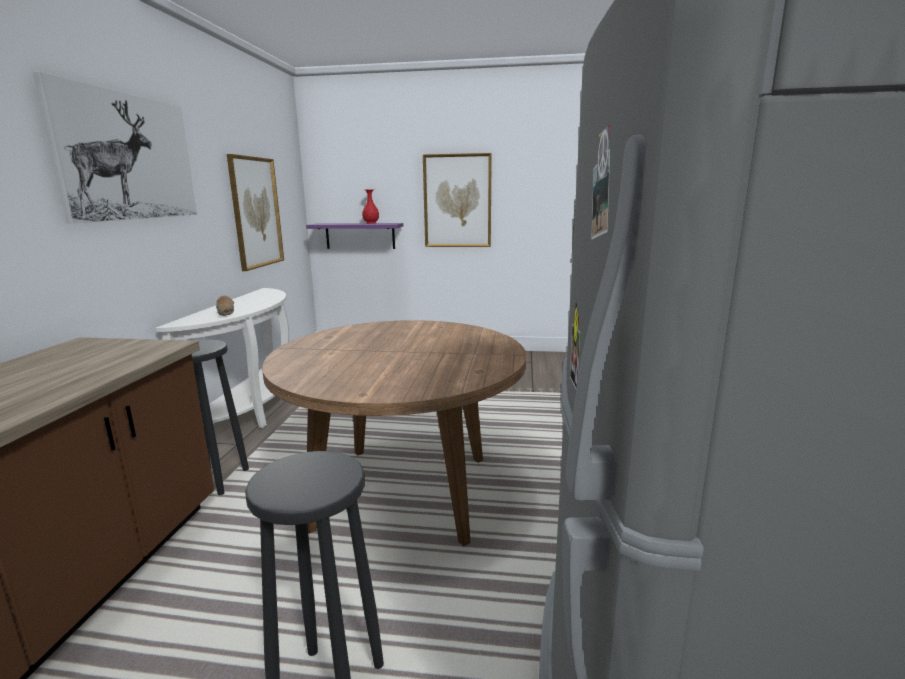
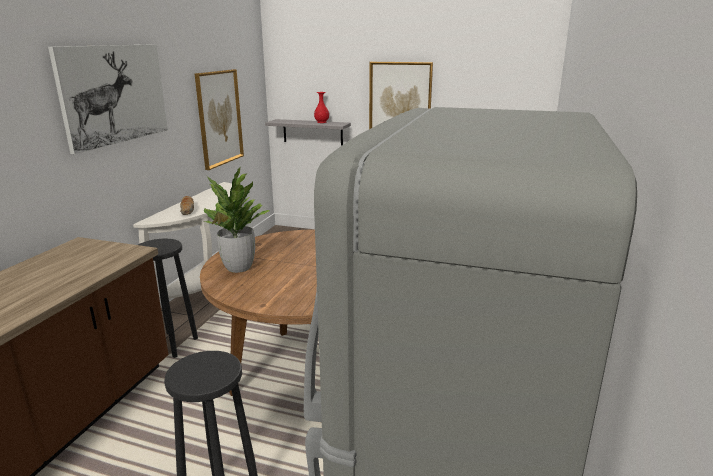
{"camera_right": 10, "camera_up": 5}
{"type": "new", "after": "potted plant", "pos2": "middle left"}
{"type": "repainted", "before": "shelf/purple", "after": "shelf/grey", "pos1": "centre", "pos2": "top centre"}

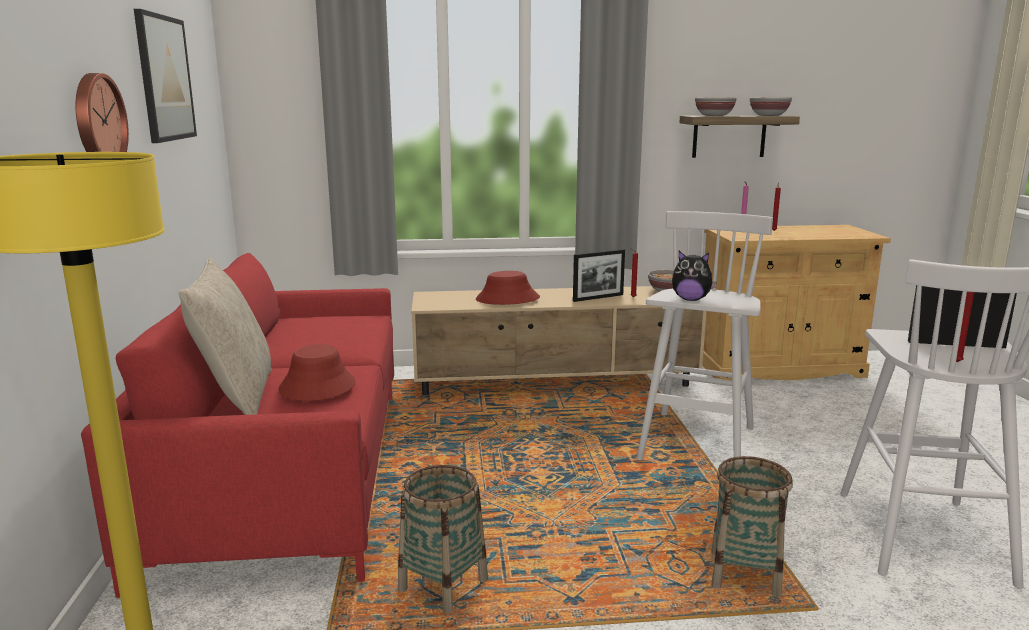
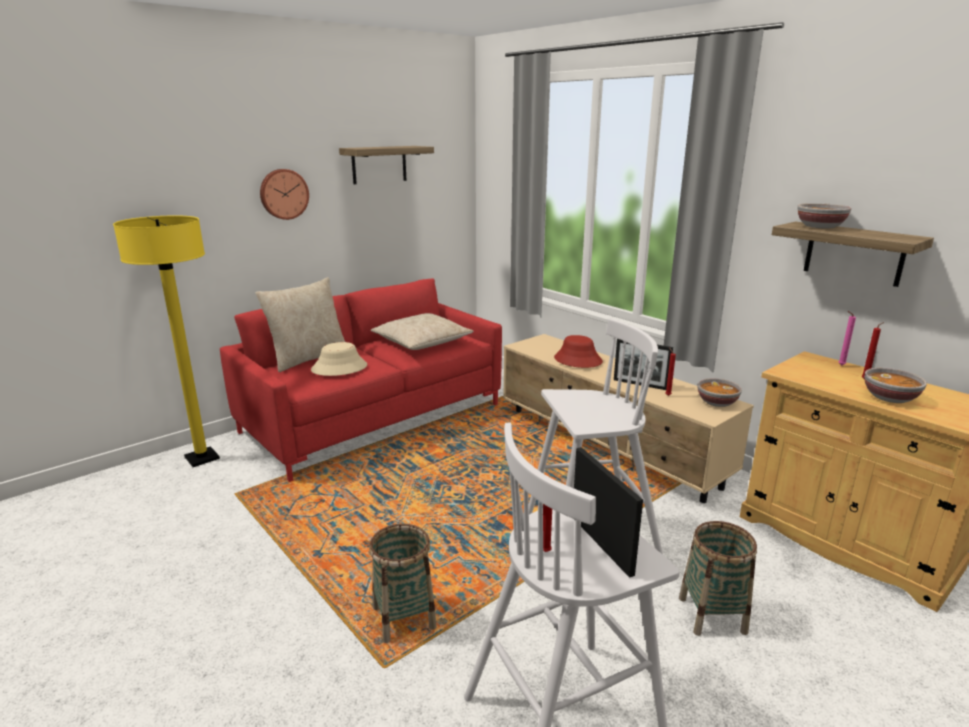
{"camera_right": 55, "camera_up": 5}
{"type": "repainted", "before": "hat/red (no. 1 from left)", "after": "hat/beige", "pos1": "middle left", "pos2": "centre"}
{"type": "swapped", "before": "picture", "after": "shelf (no. 1 from left)", "pos1": "top left", "pos2": "top centre"}
{"type": "new", "after": "pillow/beige (no. 2 from left)", "pos2": "centre"}
{"type": "shifted", "before": "basket (no. 1 from left in the first image)", "after": "basket (no. 2 from left)", "pos1": "bottom centre", "pos2": "bottom right"}
{"type": "shifted", "before": "bowl (no. 3 from left)", "pos1": "top right", "pos2": "middle right"}
{"type": "gone", "before": "plush toy", "pos1": "middle right"}

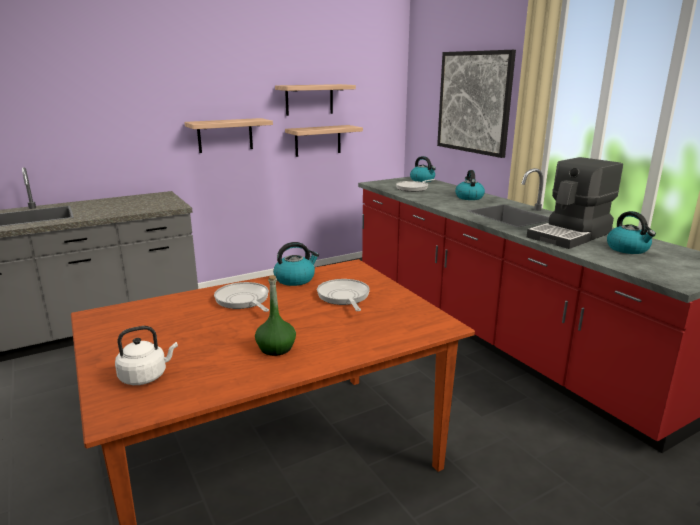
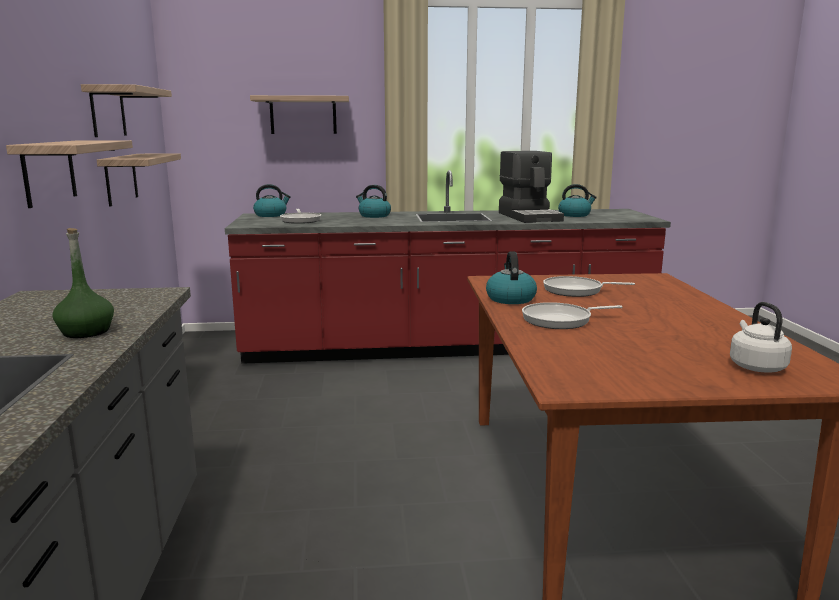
{"camera_right": -65, "camera_up": -5}
{"type": "shifted", "before": "bottle/green", "pos1": "centre", "pos2": "middle left"}
{"type": "swapped", "before": "picture", "after": "shelf (no. 4 from left)", "pos1": "top right", "pos2": "top centre"}

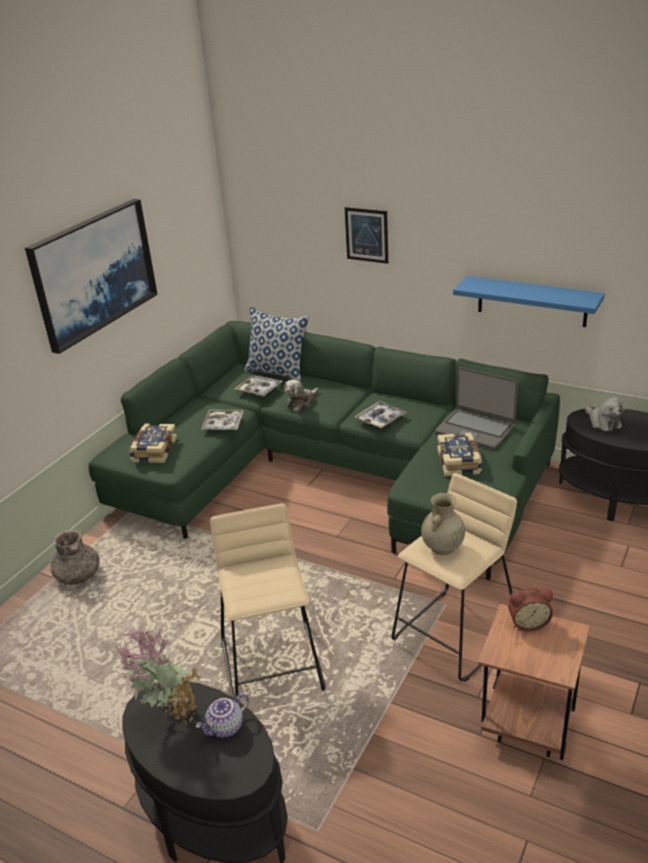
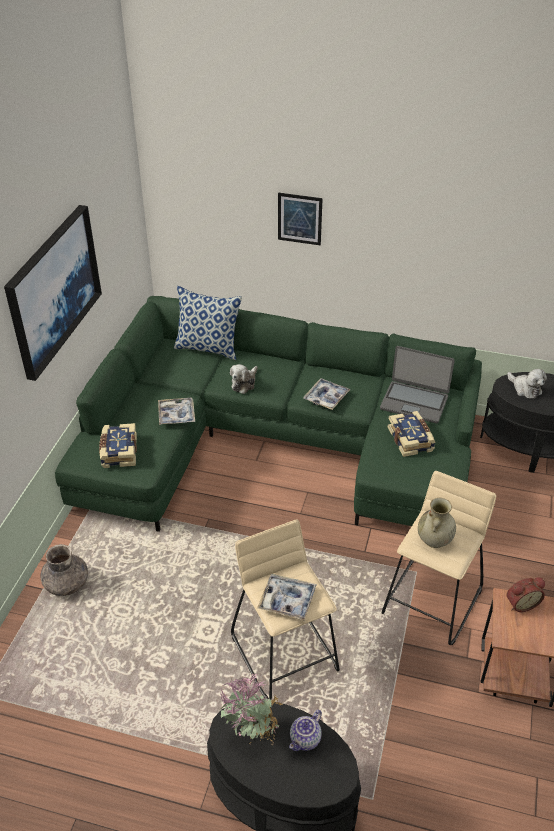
{"camera_right": -15, "camera_up": 10}
{"type": "shifted", "before": "tray (no. 2 from left)", "pos1": "centre", "pos2": "bottom centre"}
{"type": "gone", "before": "shelf/blue", "pos1": "middle right"}

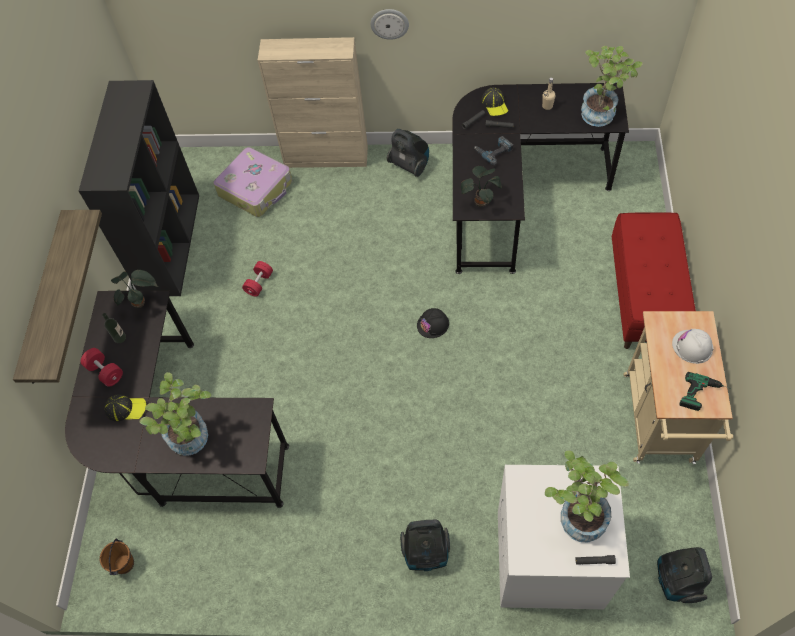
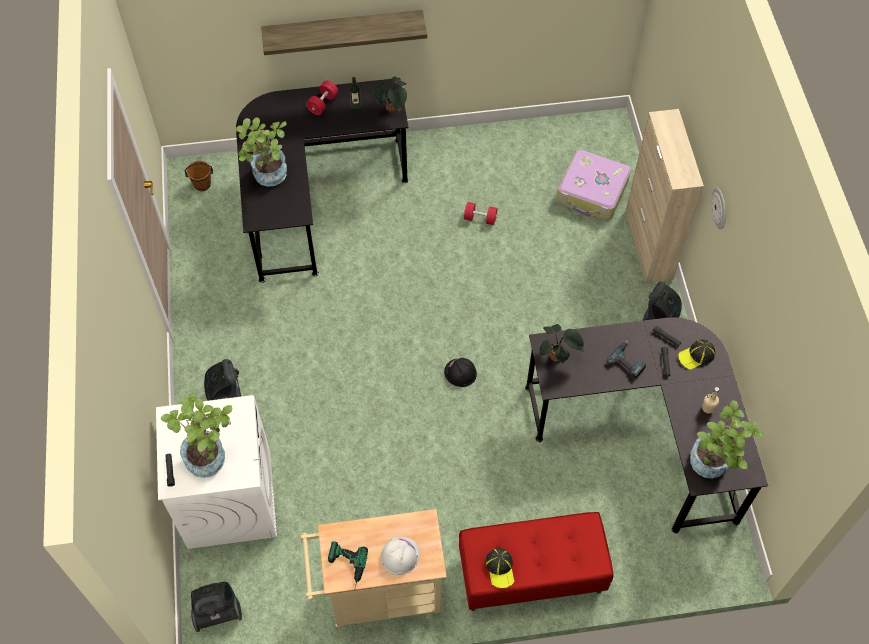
{"camera_right": 75, "camera_up": 0}
{"type": "shifted", "before": "cap (no. 1 from left)", "pos1": "middle left", "pos2": "bottom centre"}
{"type": "gone", "before": "bookcase/black", "pos1": "top left"}

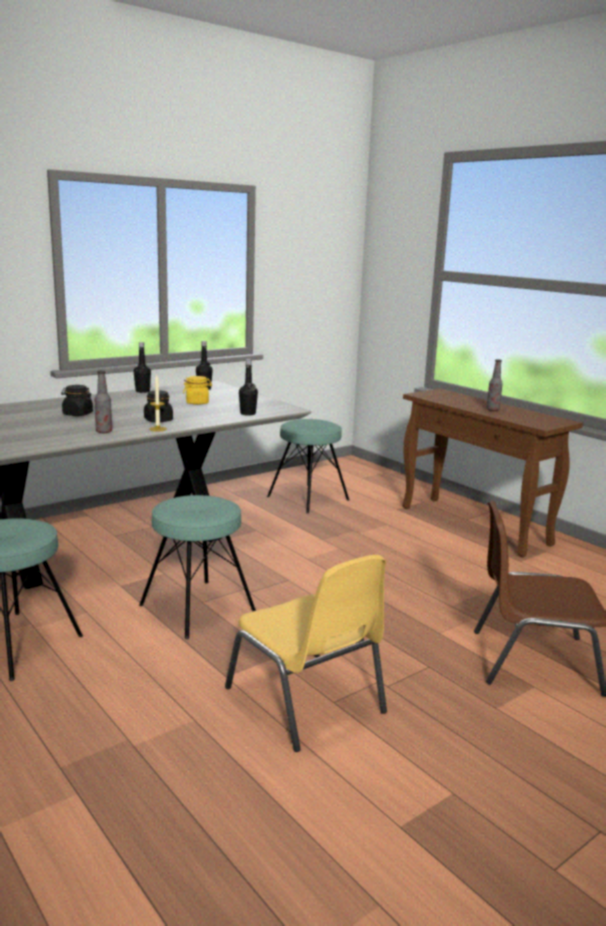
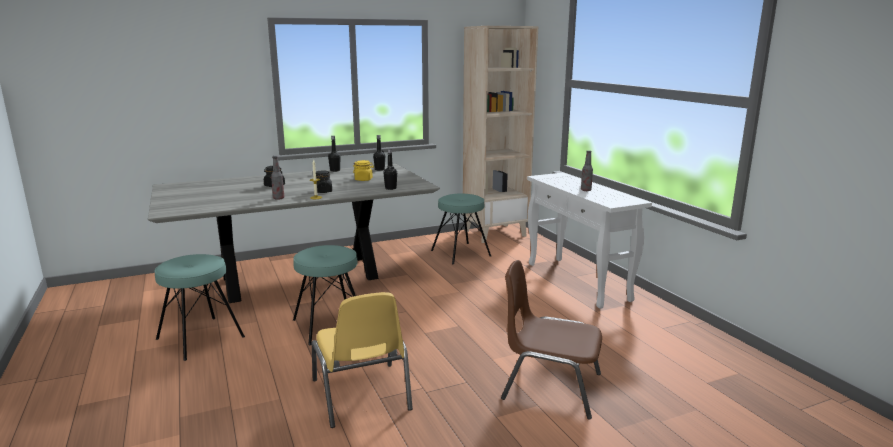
{"camera_right": 15, "camera_up": 0}
{"type": "new", "after": "bookcase/beige", "pos2": "top centre"}
{"type": "repainted", "before": "console table/brown", "after": "console table/white", "pos1": "middle right", "pos2": "centre"}

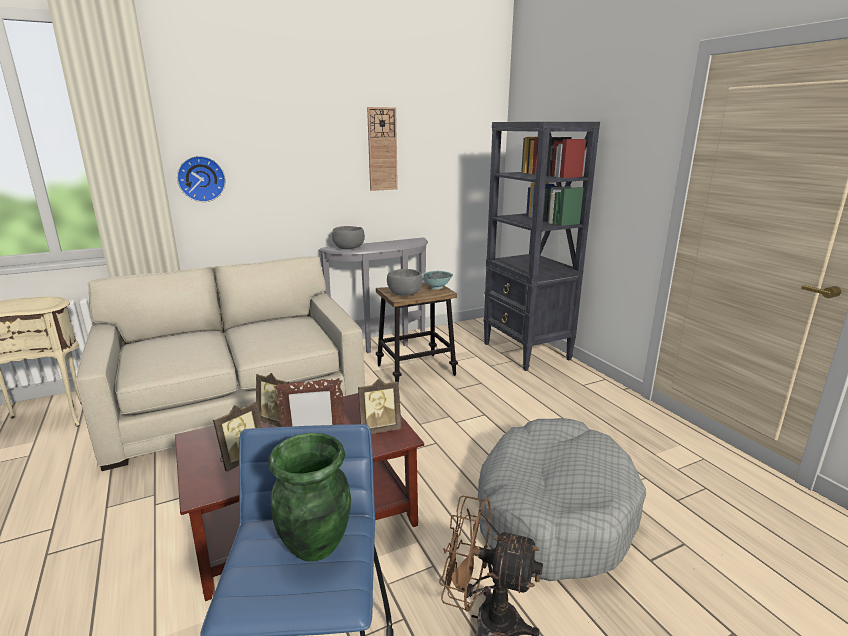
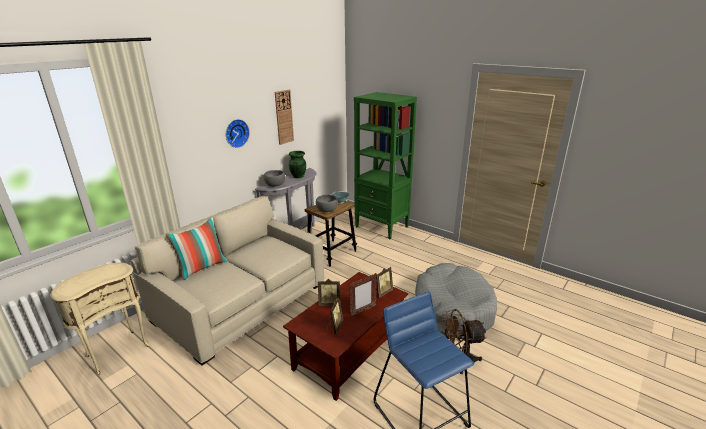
{"camera_right": -25, "camera_up": 5}
{"type": "new", "after": "pillow", "pos2": "middle left"}
{"type": "shifted", "before": "wall clock (no. 1 from left)", "pos1": "top left", "pos2": "top centre"}
{"type": "shifted", "before": "vase/green", "pos1": "bottom centre", "pos2": "centre"}
{"type": "repainted", "before": "bookcase/black", "after": "bookcase/green", "pos1": "centre", "pos2": "centre"}

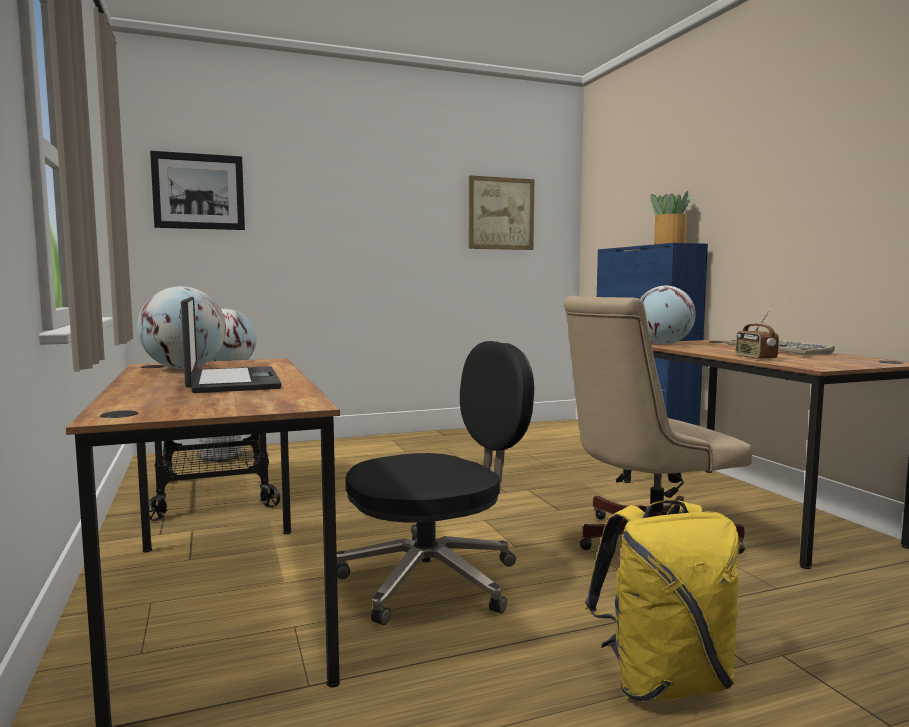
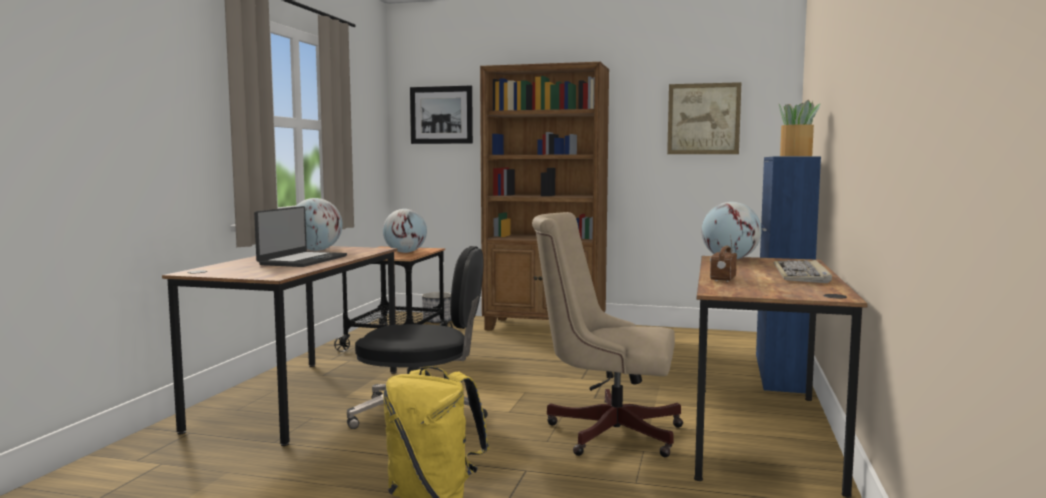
{"camera_right": 35, "camera_up": 0}
{"type": "new", "after": "bookcase/brown", "pos2": "centre"}

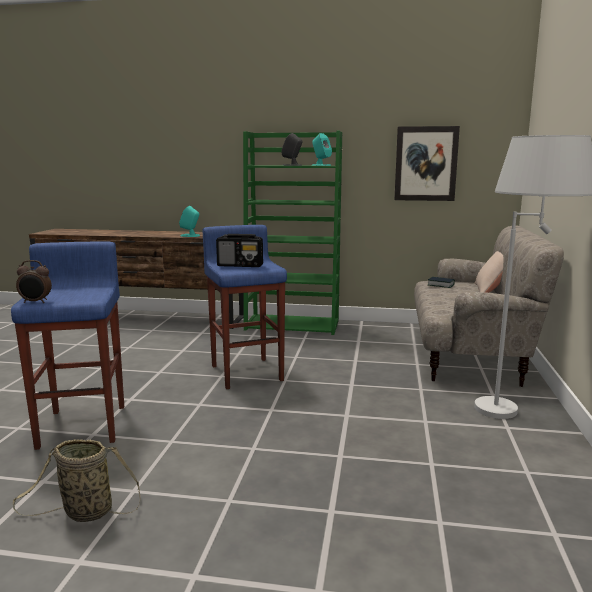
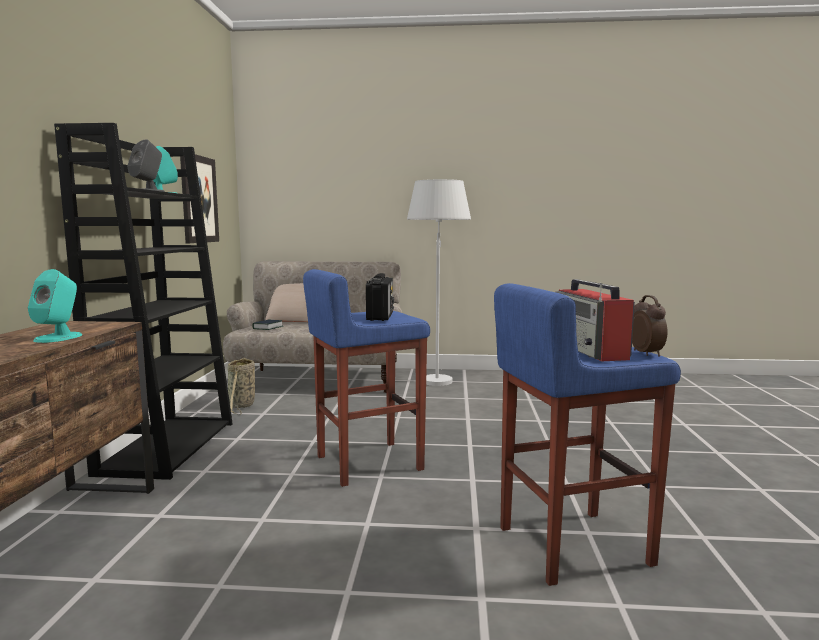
{"camera_right": -95, "camera_up": -5}
{"type": "repainted", "before": "bookcase/green", "after": "bookcase/black", "pos1": "centre", "pos2": "middle left"}
{"type": "shifted", "before": "basket", "pos1": "bottom left", "pos2": "middle left"}
{"type": "new", "after": "radio (no. 2 from left)", "pos2": "middle right"}

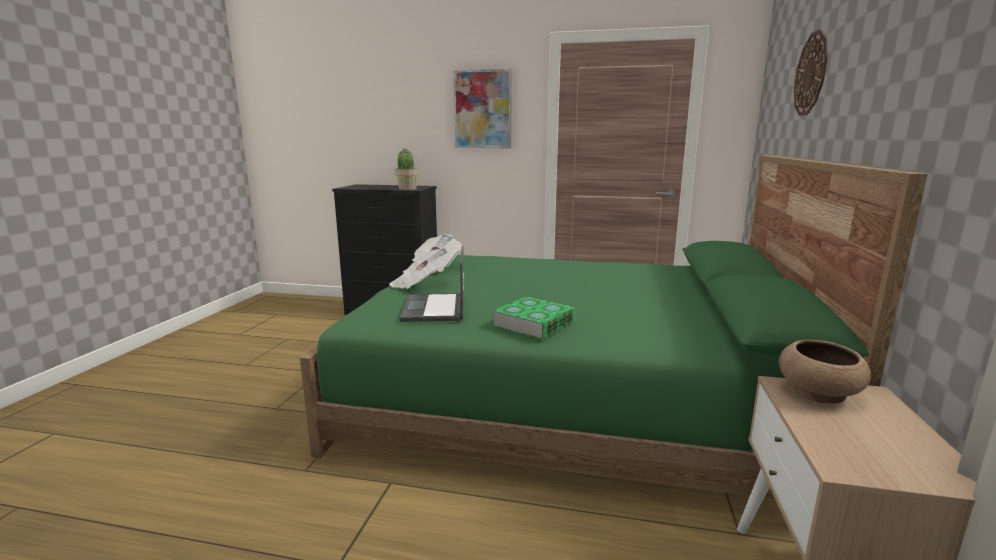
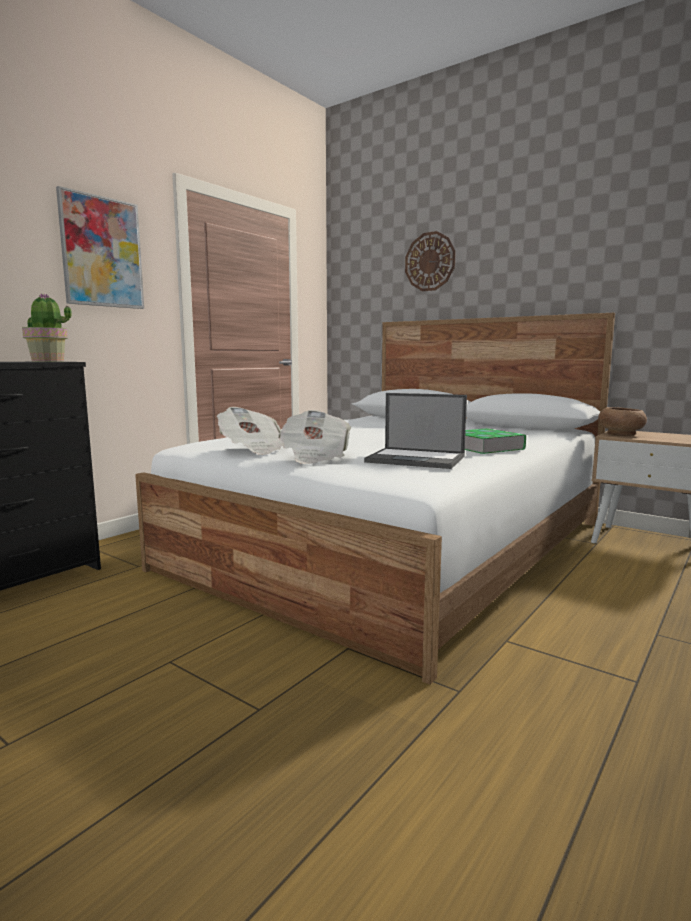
{"camera_right": -65, "camera_up": -5}
{"type": "repainted", "before": "bed/green", "after": "bed/white", "pos1": "centre", "pos2": "centre"}

